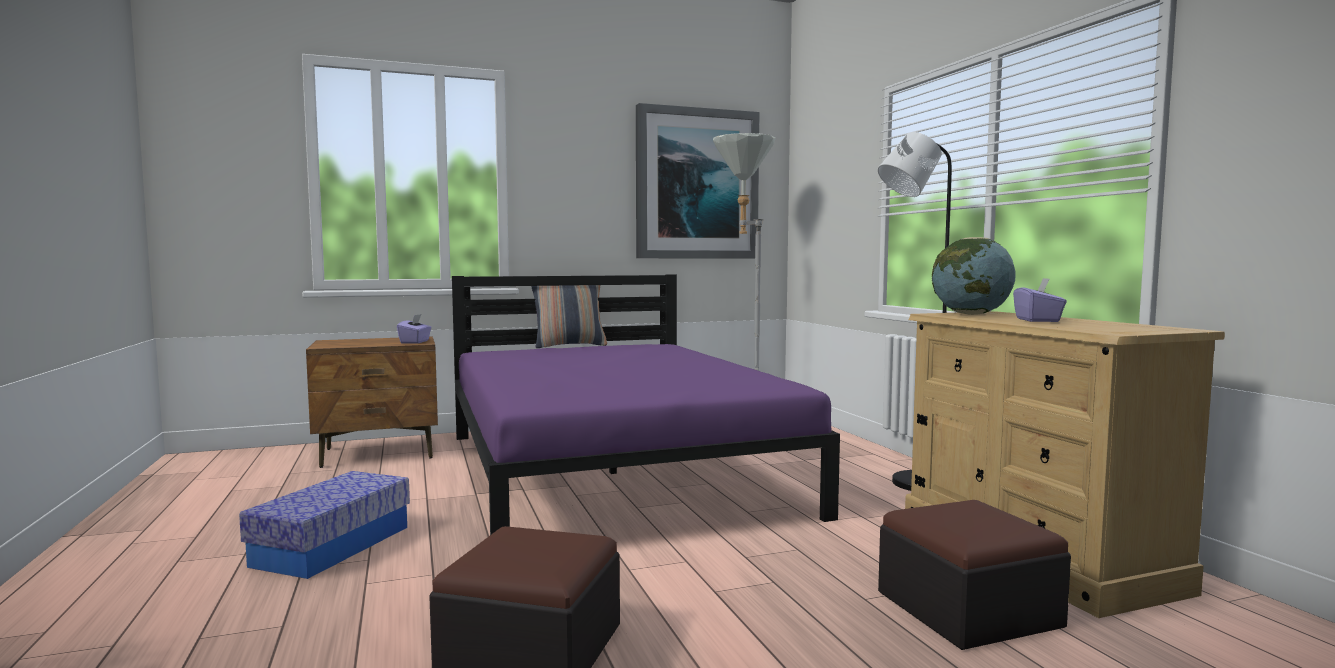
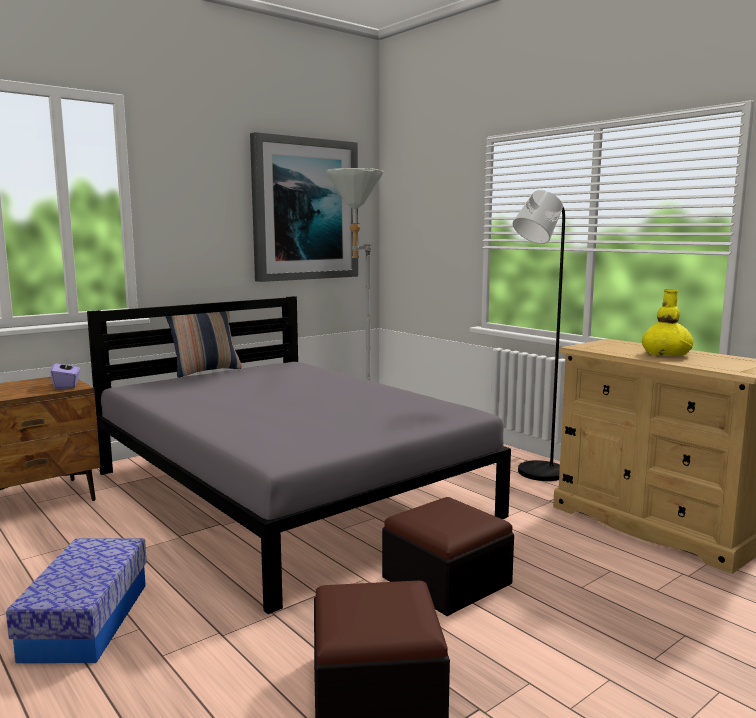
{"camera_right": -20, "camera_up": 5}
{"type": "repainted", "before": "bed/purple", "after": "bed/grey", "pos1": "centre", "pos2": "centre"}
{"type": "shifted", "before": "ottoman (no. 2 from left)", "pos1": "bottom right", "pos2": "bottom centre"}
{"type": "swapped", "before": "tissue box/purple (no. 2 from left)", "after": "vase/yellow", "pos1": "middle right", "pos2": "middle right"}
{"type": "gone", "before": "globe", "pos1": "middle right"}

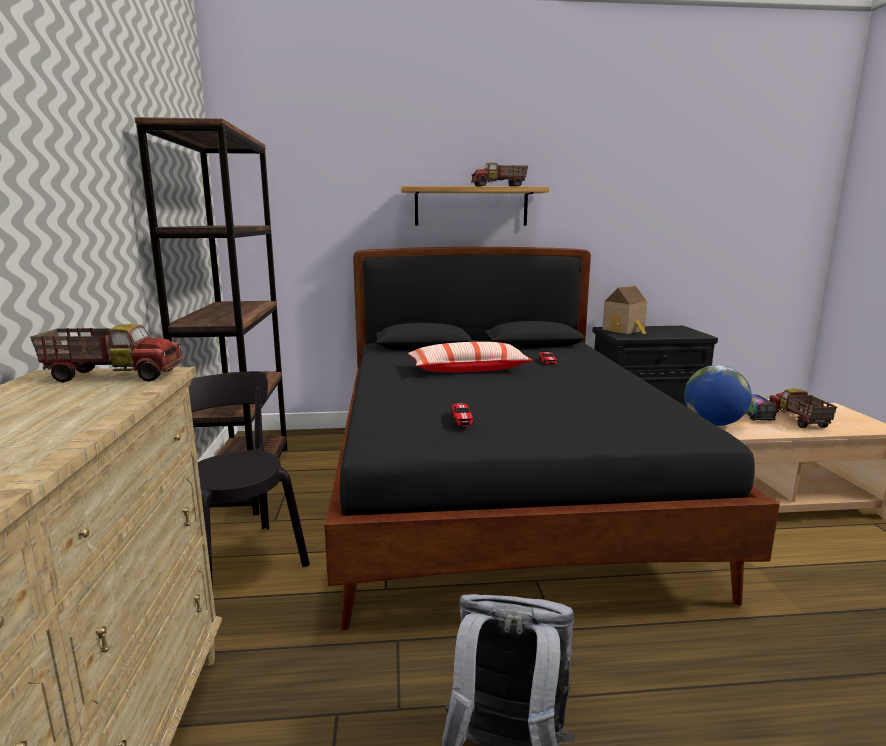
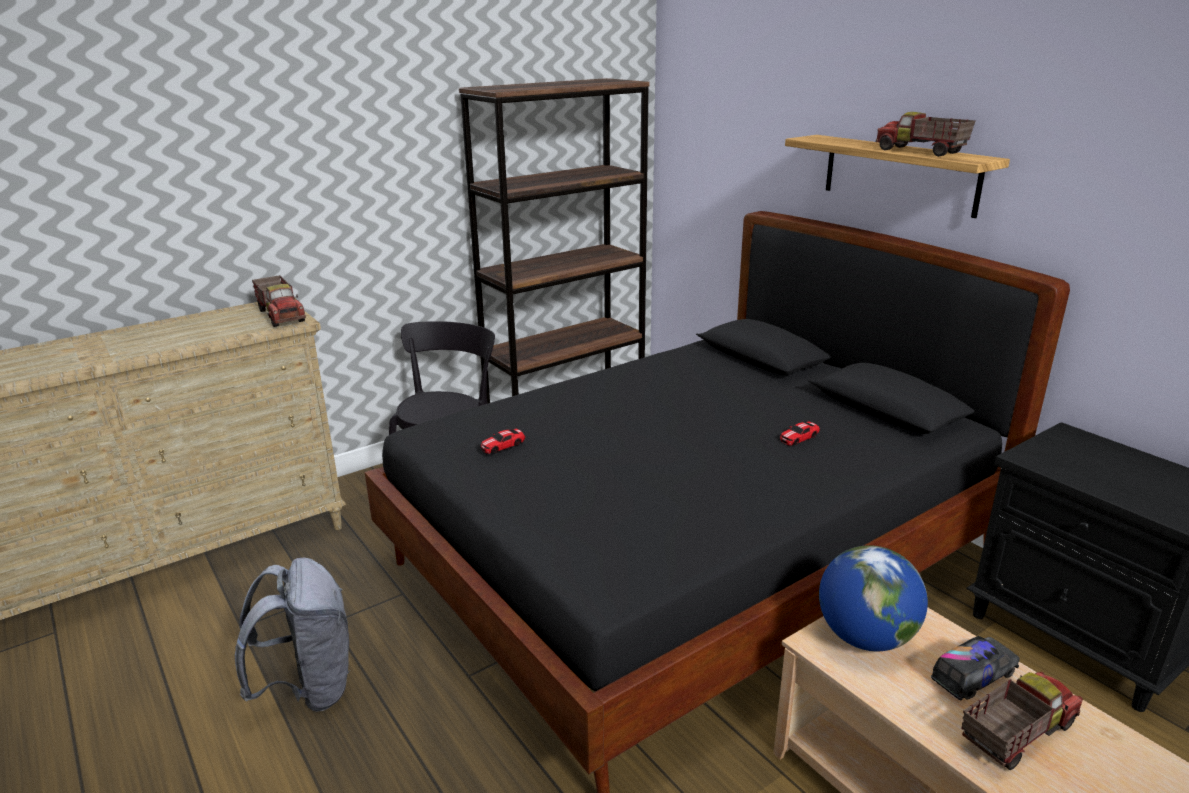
{"camera_right": 60, "camera_up": 10}
{"type": "gone", "before": "pillow", "pos1": "centre"}
{"type": "gone", "before": "toy house", "pos1": "middle right"}

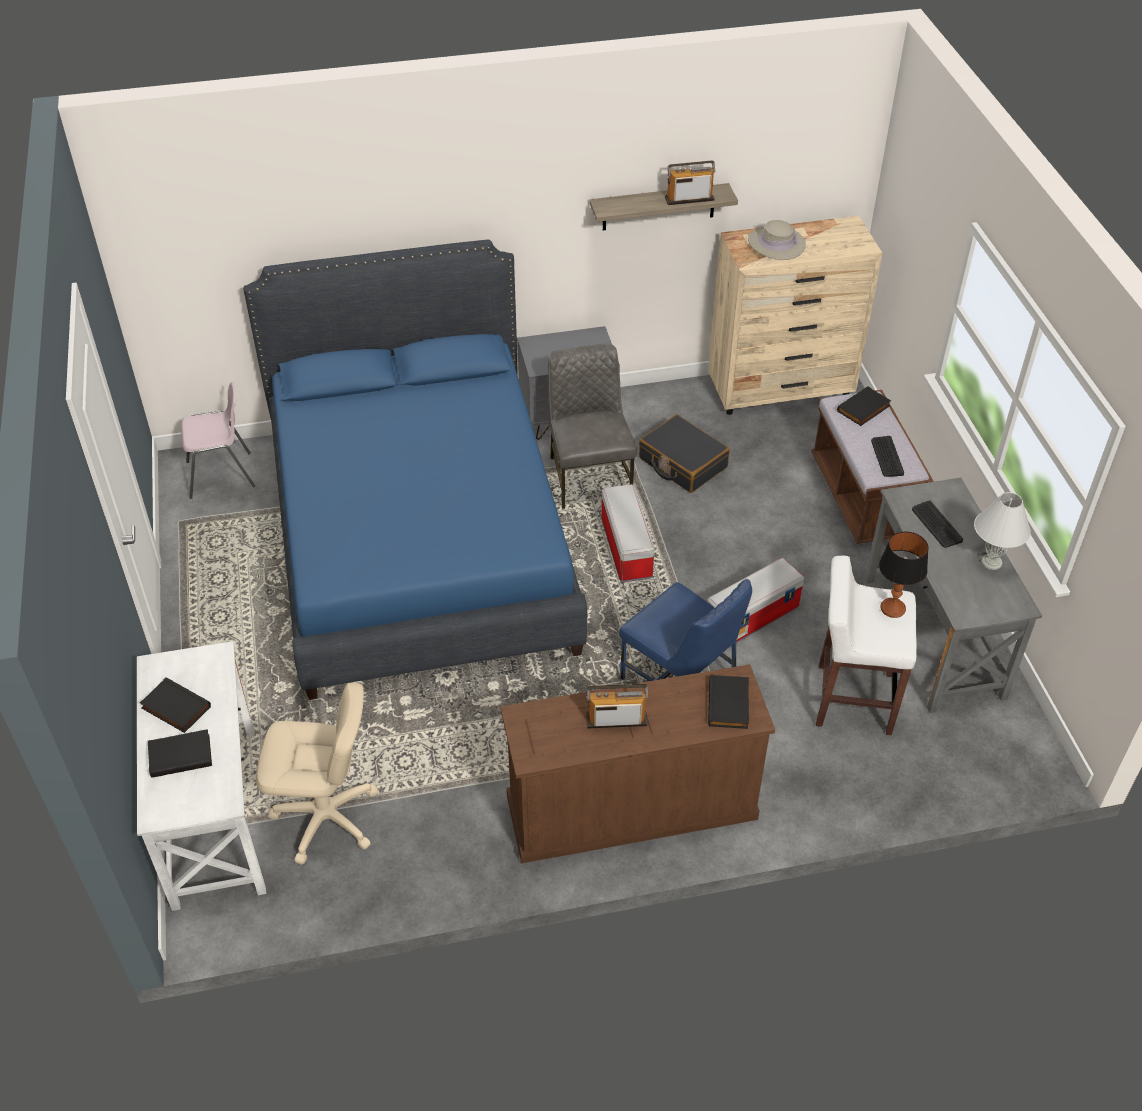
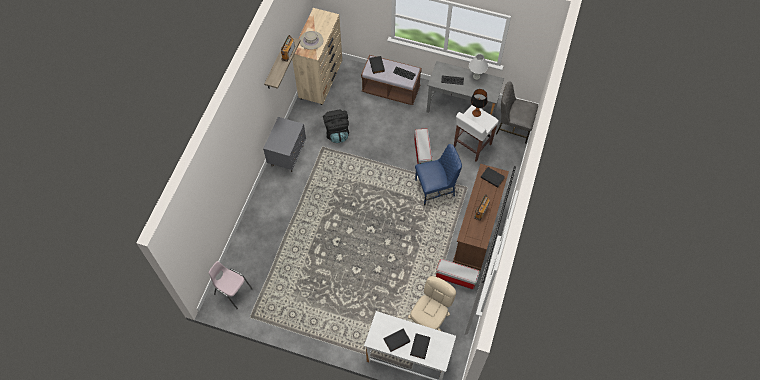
{"camera_right": -60, "camera_up": 15}
{"type": "rotated", "before": "chair/pink", "pos1": "middle left", "pos2": "bottom left", "turn": -75}
{"type": "swapped", "before": "suitcase/black", "after": "backpack/black", "pos1": "centre", "pos2": "top centre"}
{"type": "shifted", "before": "storage box (no. 1 from left in the first image)", "after": "storage box (no. 2 from left)", "pos1": "centre", "pos2": "bottom centre"}
{"type": "shifted", "before": "chair/grey", "pos1": "centre", "pos2": "top right"}
{"type": "gone", "before": "bed/blue", "pos1": "centre"}

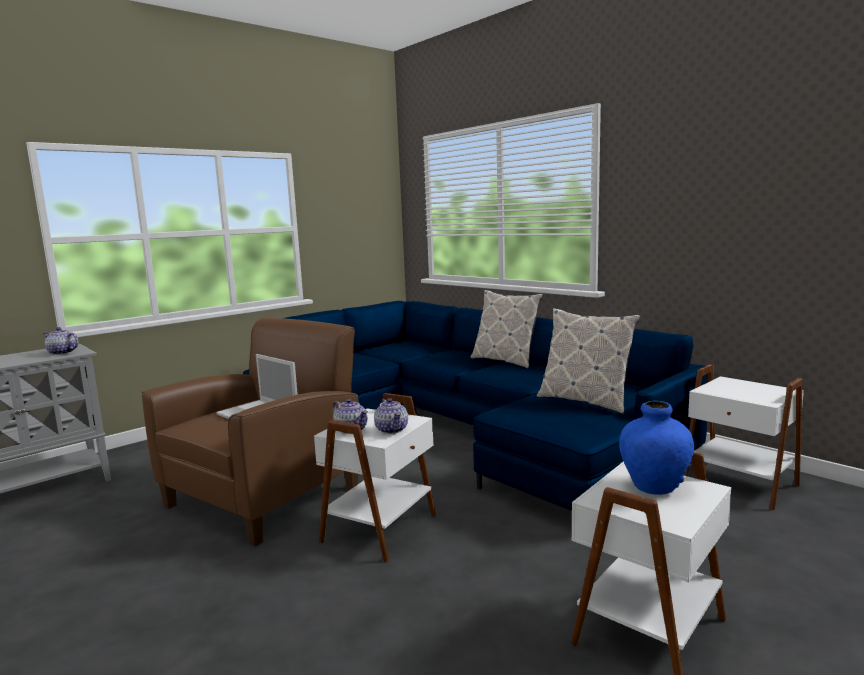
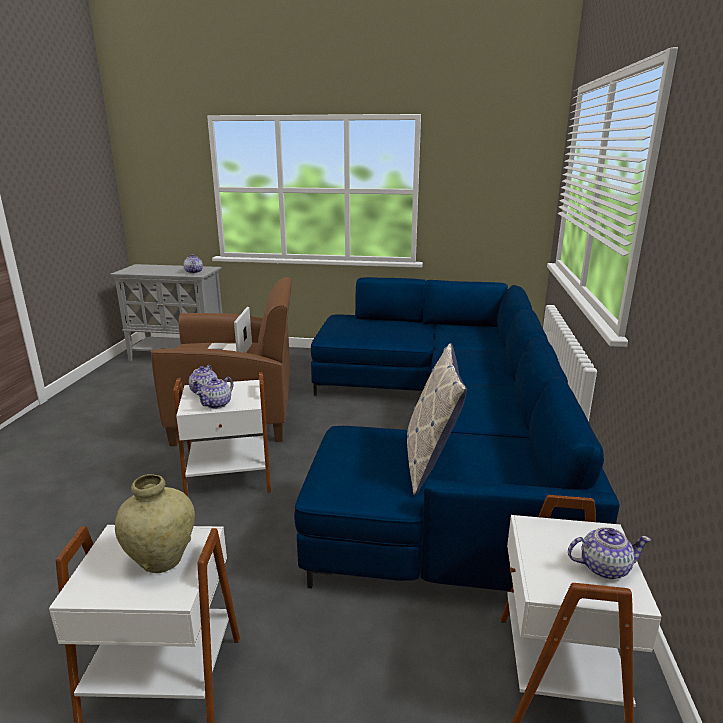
{"camera_right": 50, "camera_up": 10}
{"type": "repainted", "before": "vase/blue", "after": "vase/beige", "pos1": "middle right", "pos2": "bottom left"}
{"type": "new", "after": "teapot (no. 4 from left)", "pos2": "bottom right"}
{"type": "gone", "before": "pillow (no. 1 from left)", "pos1": "centre"}

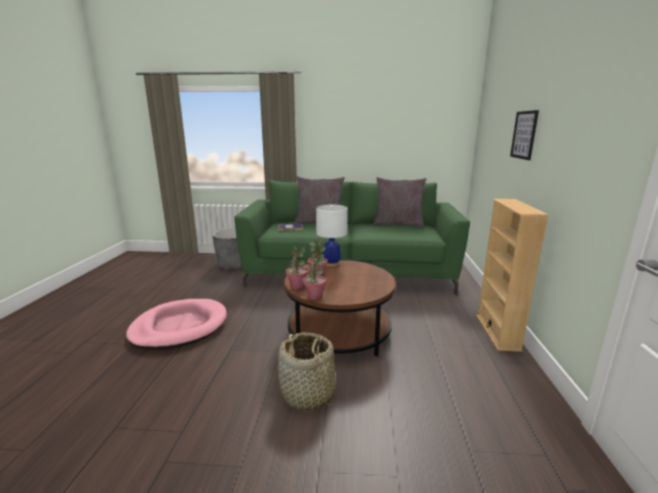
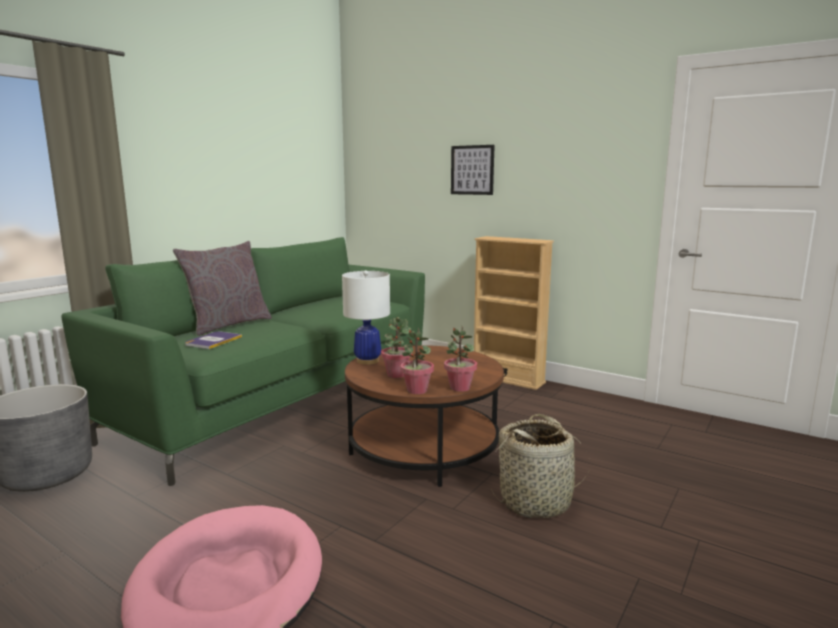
{"camera_right": -60, "camera_up": -5}
{"type": "gone", "before": "pillow/grey (no. 2 from left)", "pos1": "centre"}

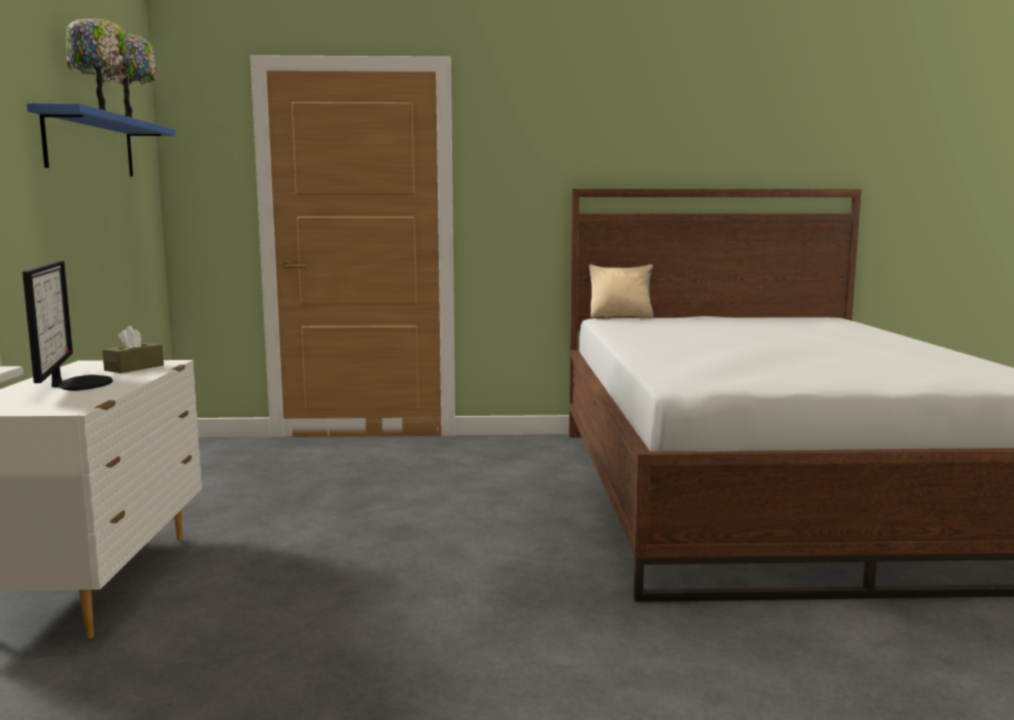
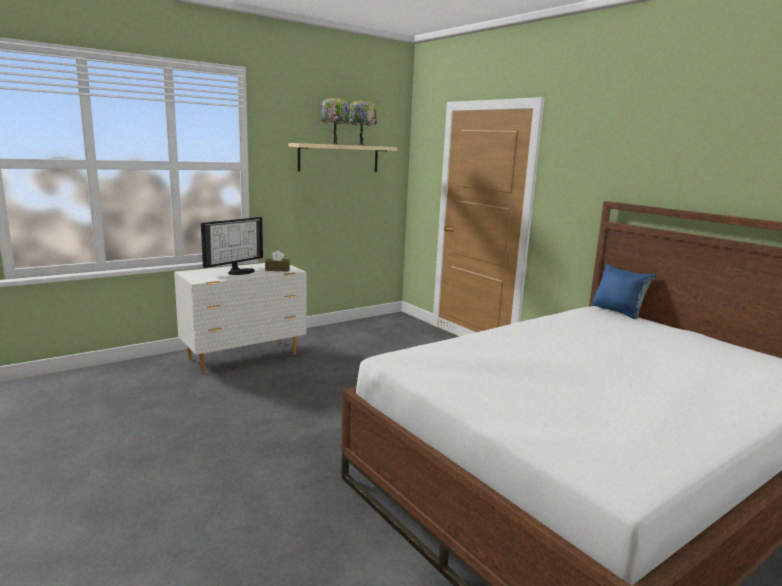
{"camera_right": 55, "camera_up": 5}
{"type": "repainted", "before": "shelf/blue", "after": "shelf/beige", "pos1": "top left", "pos2": "top centre"}
{"type": "repainted", "before": "pillow/beige", "after": "pillow/blue", "pos1": "centre", "pos2": "middle right"}

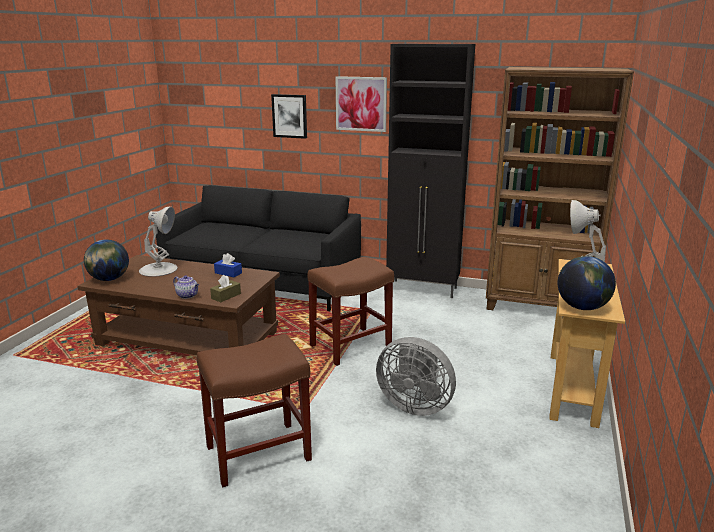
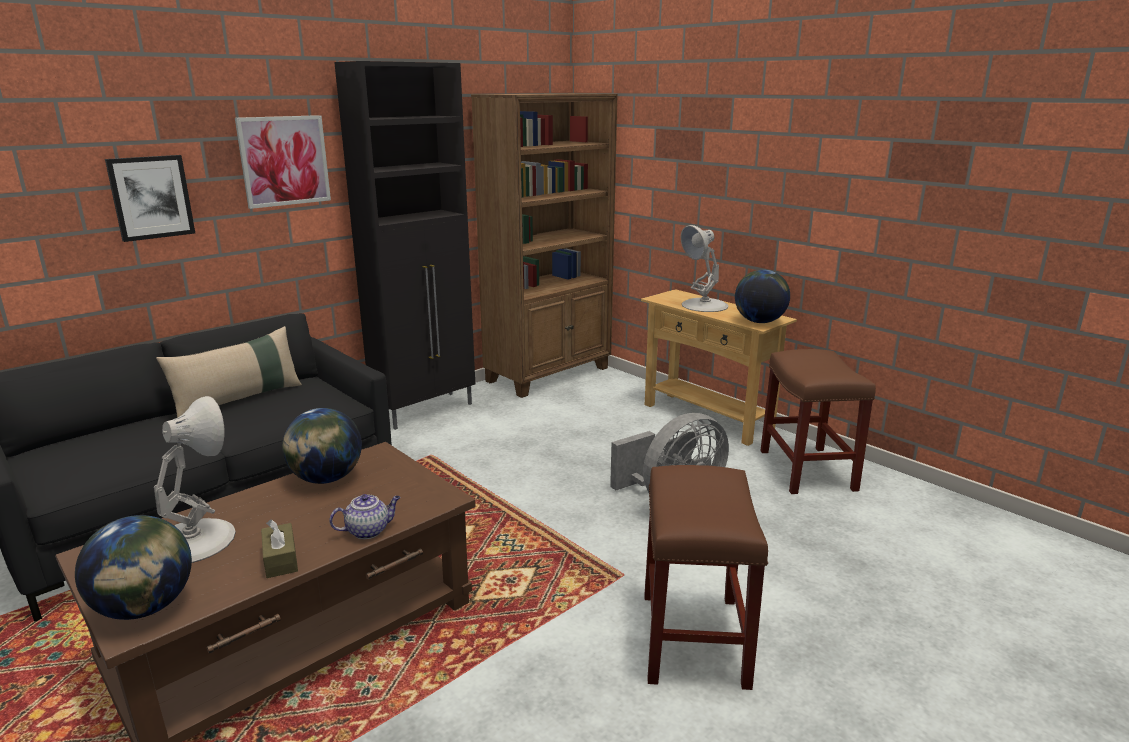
{"camera_right": -60, "camera_up": 0}
{"type": "new", "after": "pillow/beige", "pos2": "middle left"}
{"type": "shifted", "before": "tissue box/brown", "pos1": "middle left", "pos2": "bottom left"}
{"type": "swapped", "before": "tissue box/blue", "after": "globe (no. 2 from left)", "pos1": "middle left", "pos2": "middle left"}
{"type": "shifted", "before": "stool/brown (no. 2 from left)", "pos1": "centre", "pos2": "middle right"}

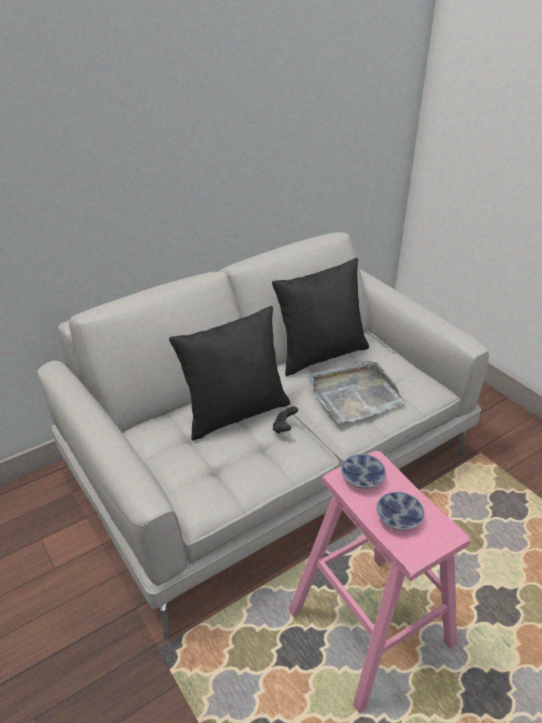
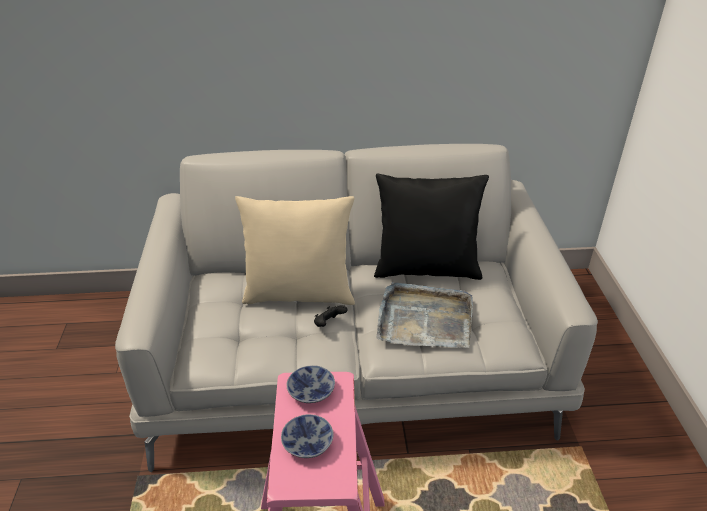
{"camera_right": 30, "camera_up": 0}
{"type": "repainted", "before": "pillow/black (no. 1 from left)", "after": "pillow/beige", "pos1": "centre", "pos2": "centre"}

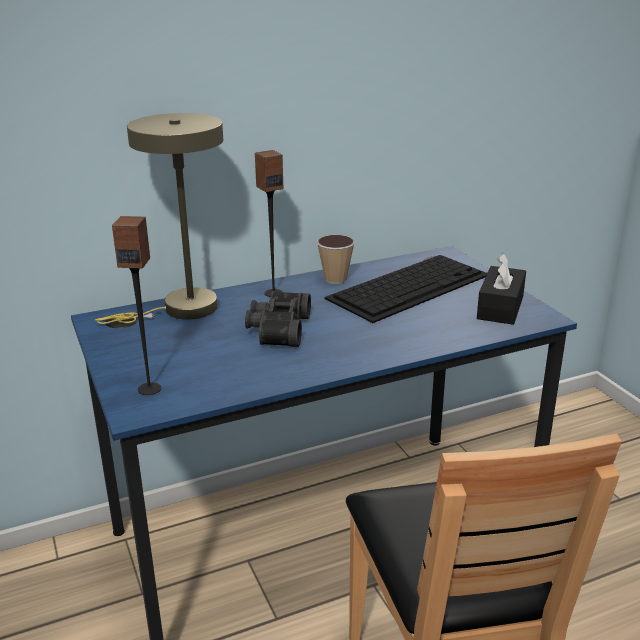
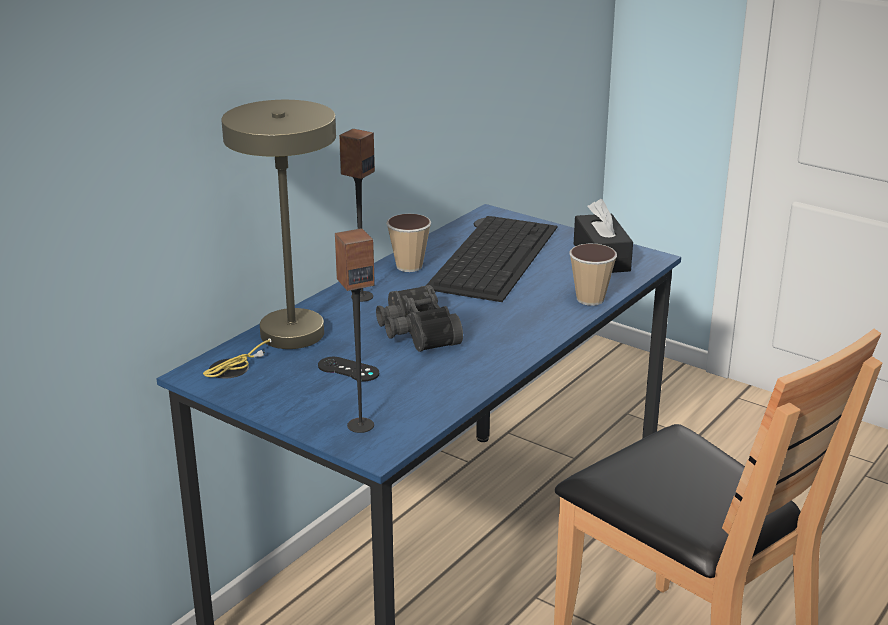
{"camera_right": -30, "camera_up": 0}
{"type": "new", "after": "game controller/black", "pos2": "centre"}
{"type": "new", "after": "cup (no. 2 from left)", "pos2": "middle right"}

